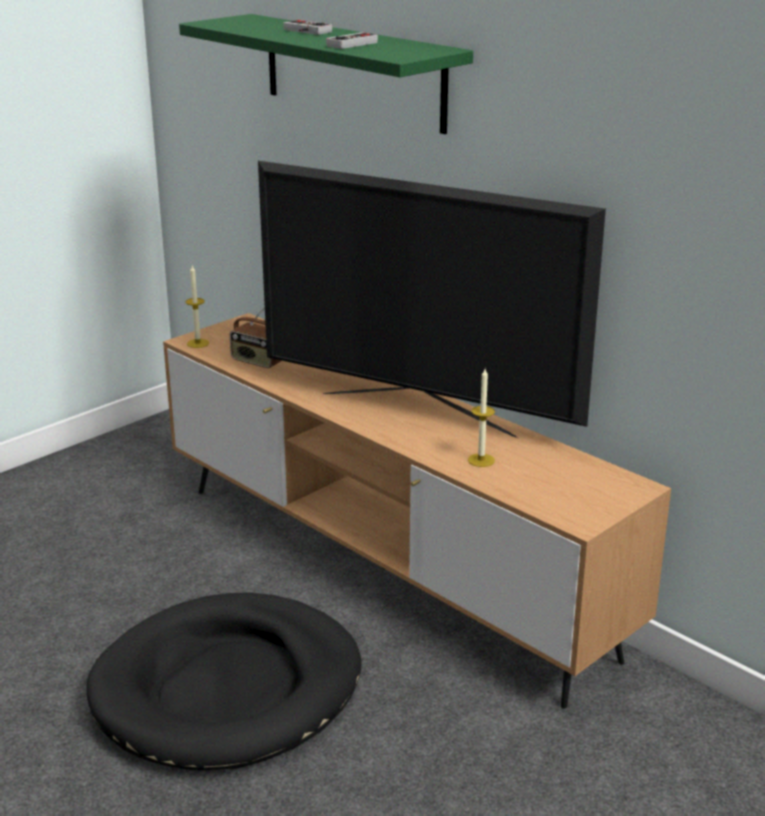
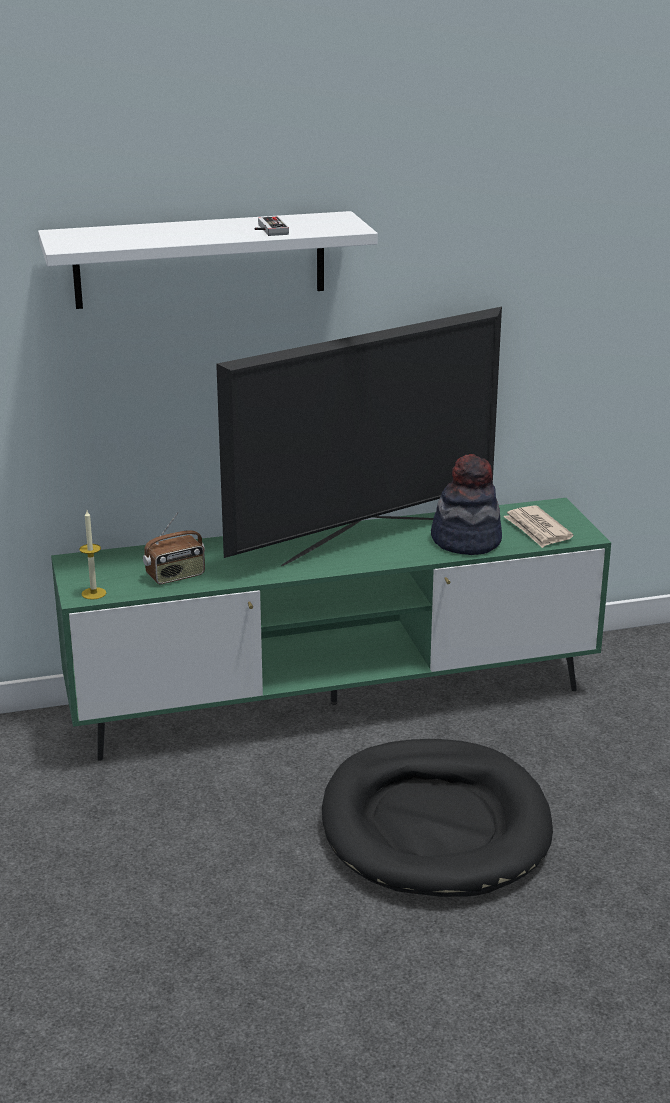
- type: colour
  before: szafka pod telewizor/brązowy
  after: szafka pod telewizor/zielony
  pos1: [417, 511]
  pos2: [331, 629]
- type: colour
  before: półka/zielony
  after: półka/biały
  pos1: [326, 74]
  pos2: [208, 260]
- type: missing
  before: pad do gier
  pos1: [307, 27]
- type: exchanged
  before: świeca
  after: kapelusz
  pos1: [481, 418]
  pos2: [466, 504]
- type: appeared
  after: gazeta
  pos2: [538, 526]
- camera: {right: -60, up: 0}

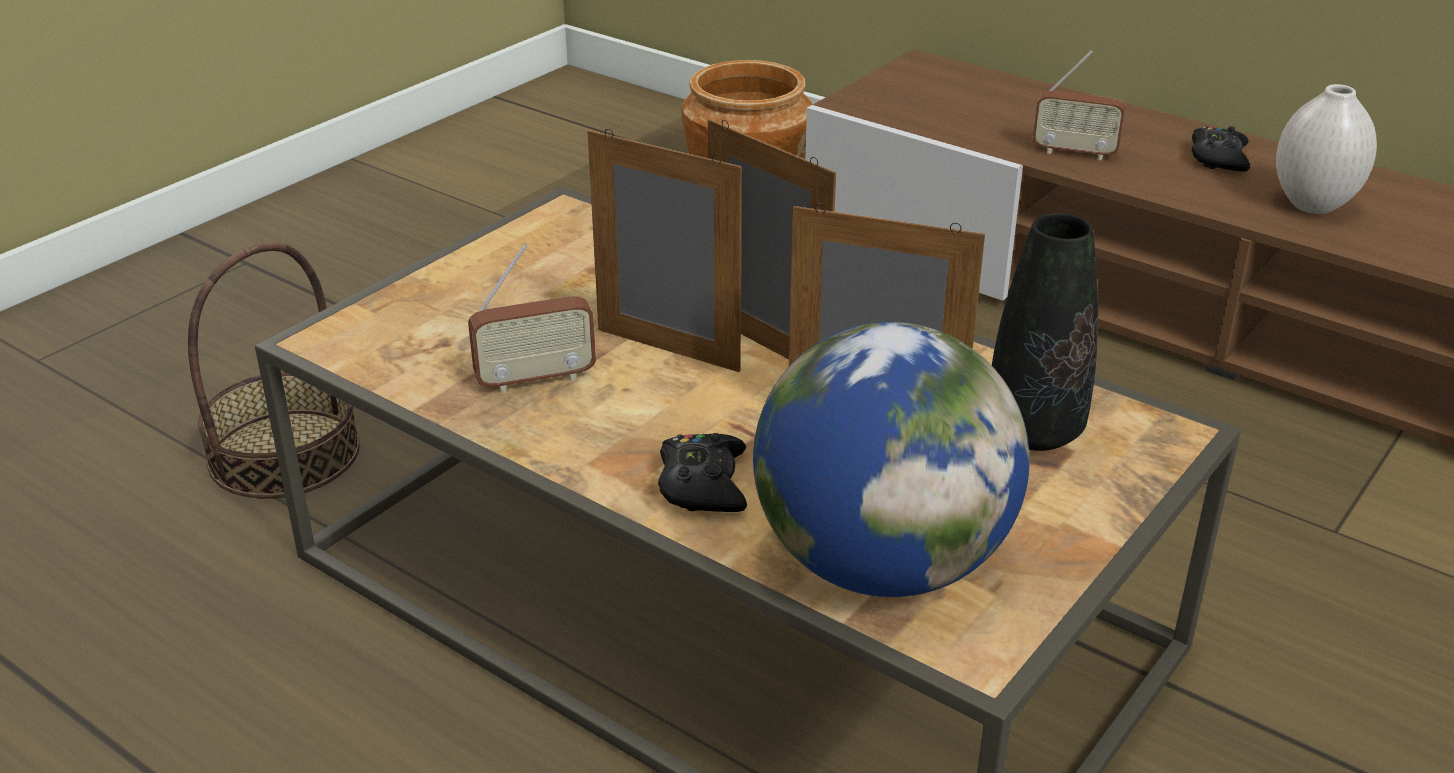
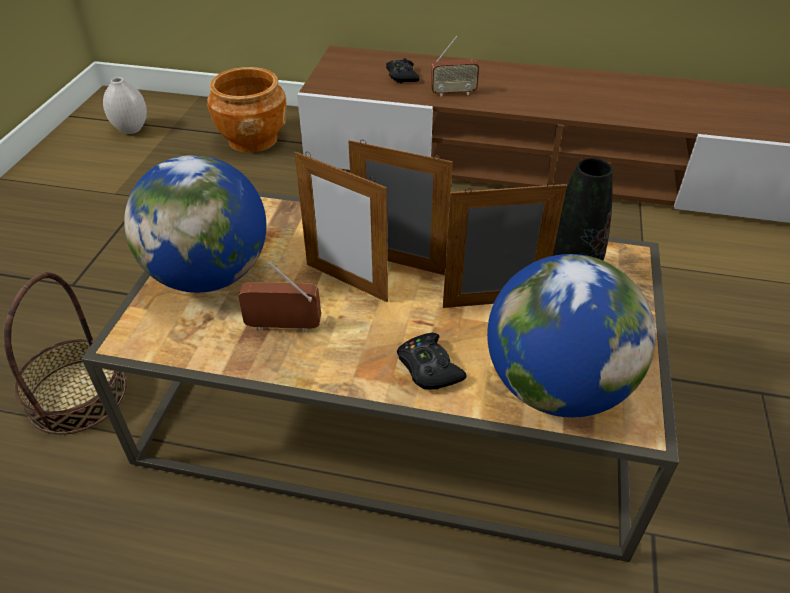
- type: spun
  before: radio
  pos1: [532, 318]
  pos2: [279, 297]
  turn: -135
- type: spun
  before: ramka na zdjęcie
  pos1: [664, 250]
  pos2: [341, 227]
  turn: -150
- type: relocated
  before: pad do gier/czarny
  pos1: [1221, 149]
  pos2: [403, 70]
- type: relocated
  before: wazon/biały
  pos1: [1326, 149]
  pos2: [125, 105]
- type: appeared
  after: globus
  pos2: [195, 224]
- camera: {right: -25, up: 10}

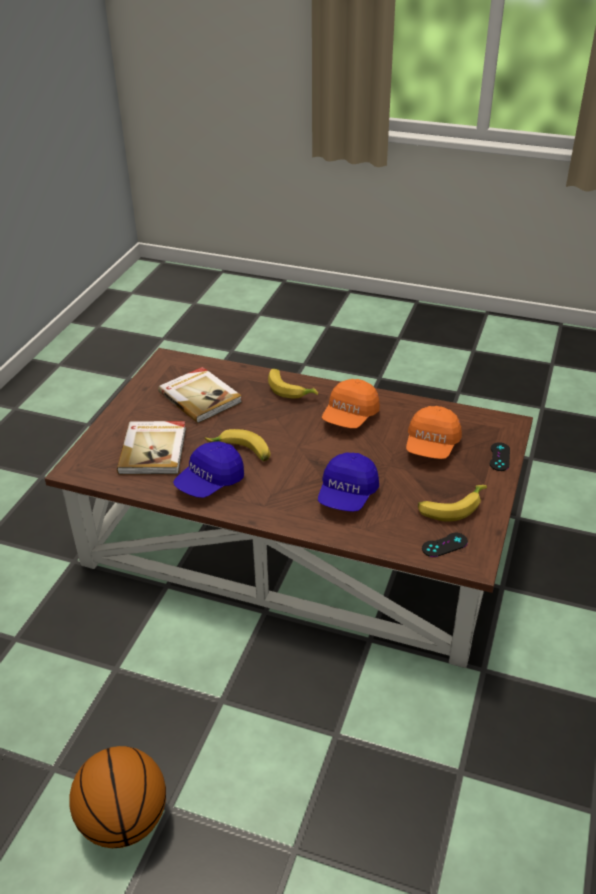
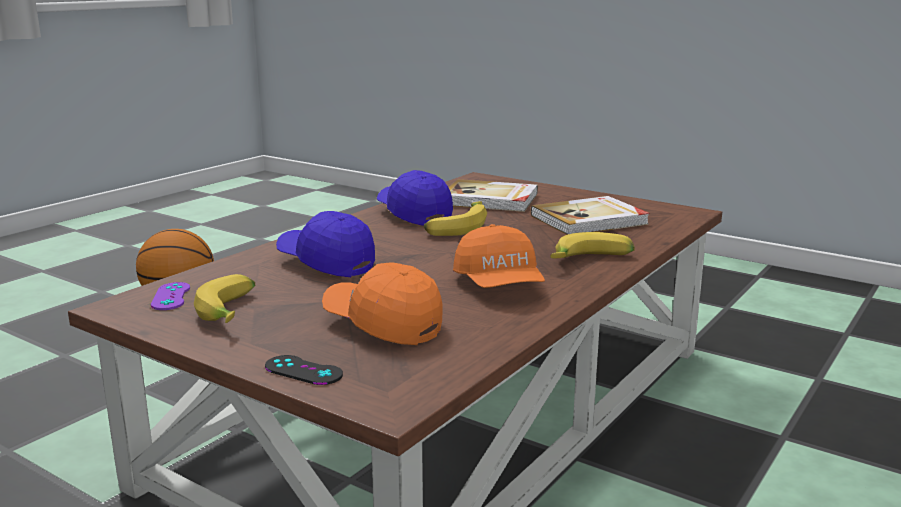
- type: spun
  before: czapka z daszkiem/pomarańczowy
  pos1: [351, 403]
  pos2: [499, 256]
  turn: -150
- type: colour
  before: pad do gier/czarny
  after: pad do gier/fioletowy
  pos1: [445, 545]
  pos2: [170, 296]
- camera: {right: 105, up: -20}

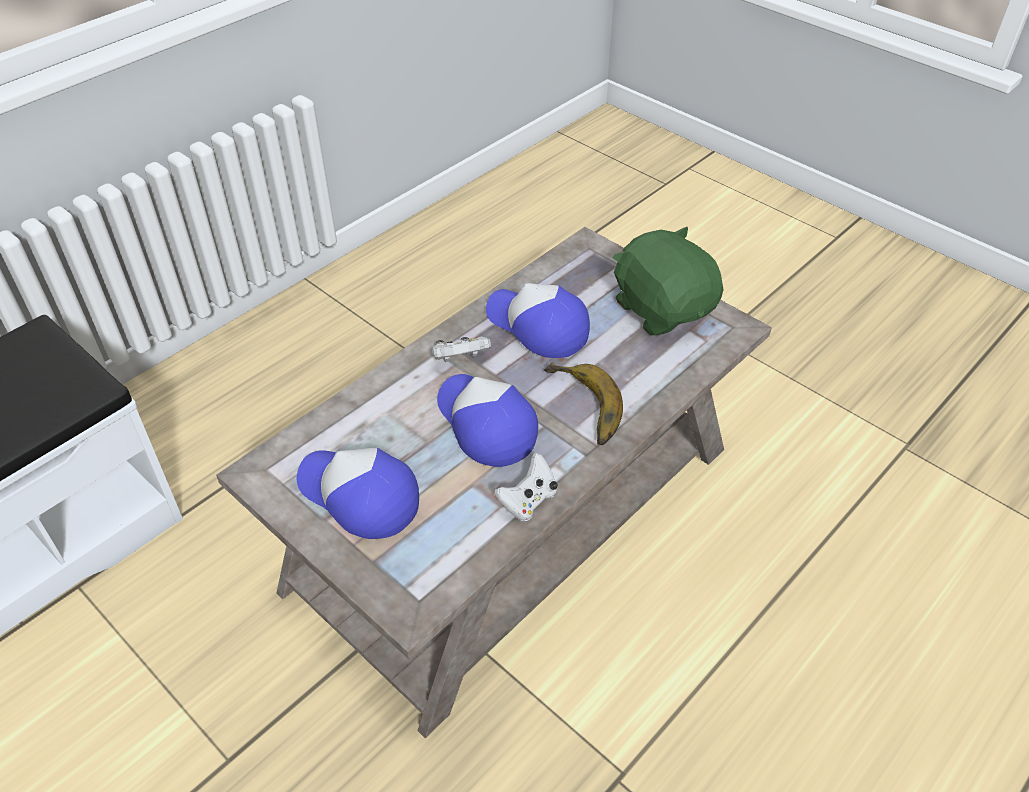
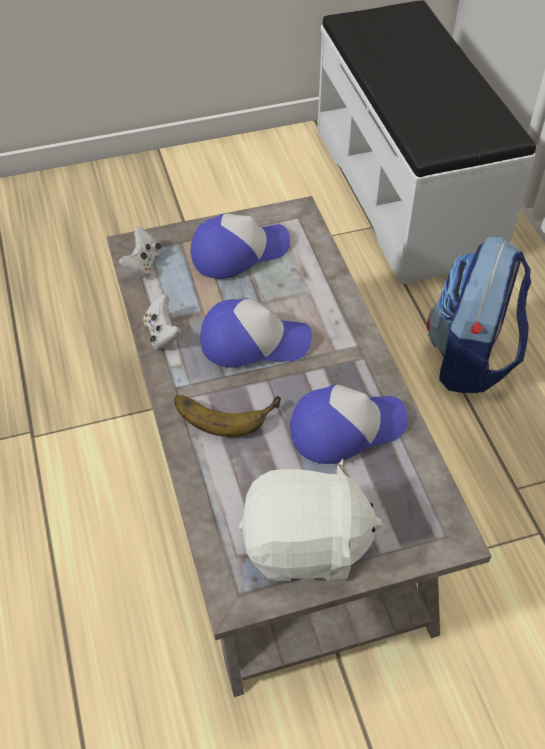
- type: relocated
  before: pad do gier/biały
  pos1: [461, 349]
  pos2: [140, 252]
- type: colour
  before: pluszak/zielony
  after: pluszak/biały
  pos1: [668, 281]
  pos2: [311, 520]
- type: appeared
  after: plecak
  pos2: [479, 315]
- camera: {right: 120, up: 5}

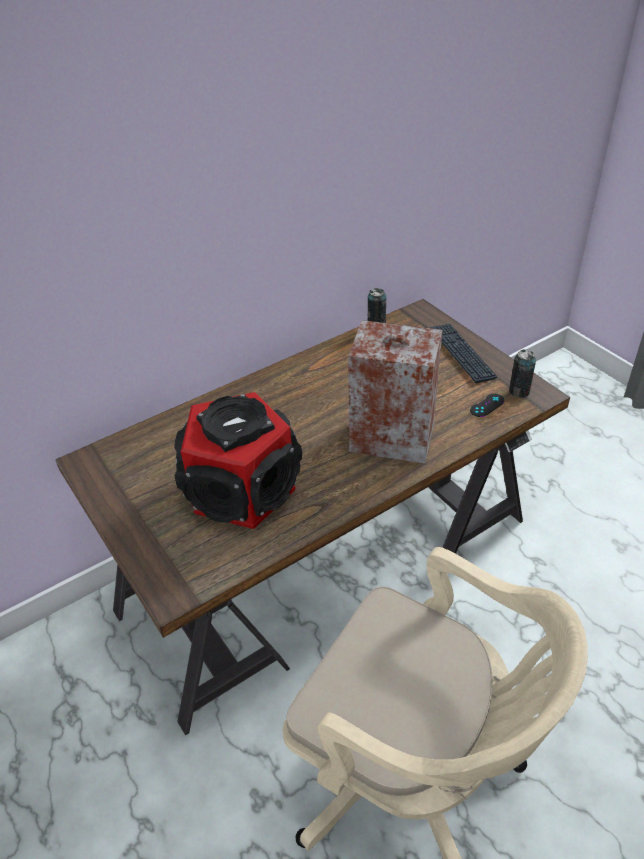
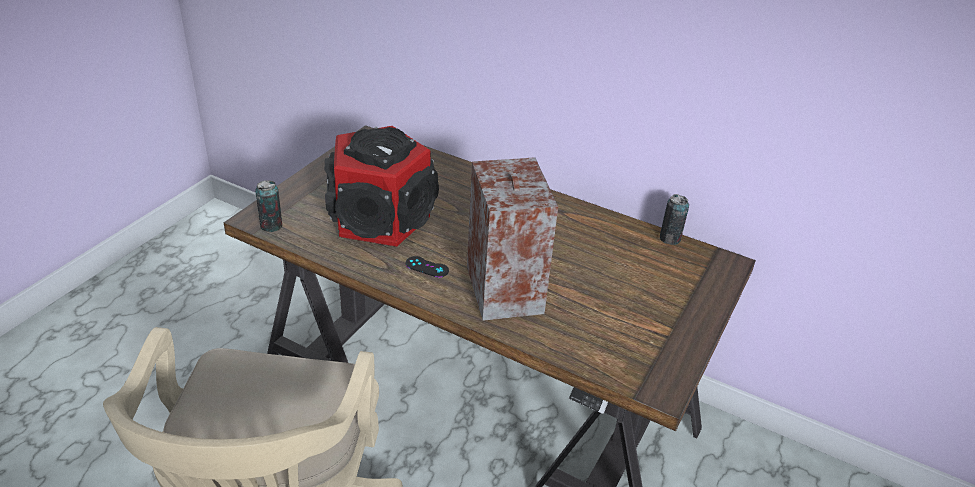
- type: missing
  before: klawiatura
  pos1: [463, 353]
- type: relocated
  before: pad do gier/czarny
  pos1: [487, 405]
  pos2: [427, 266]
- type: relocated
  before: puszka
  pos1: [522, 373]
  pos2: [268, 206]
- camera: {right: 60, up: -5}

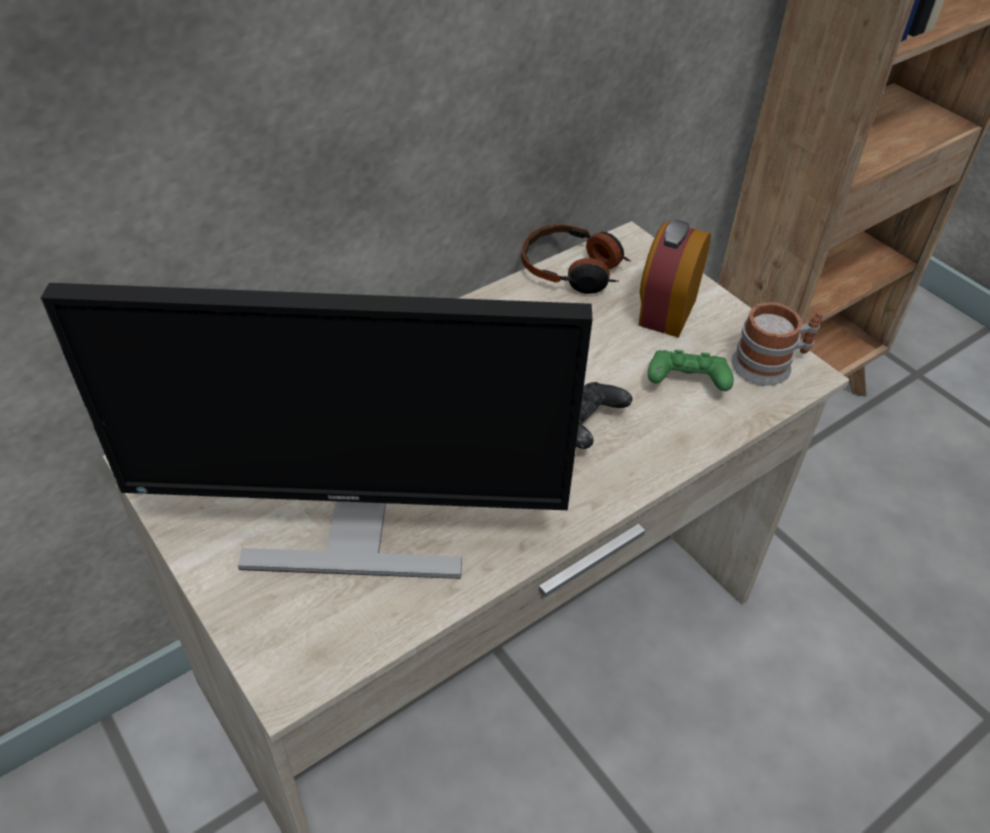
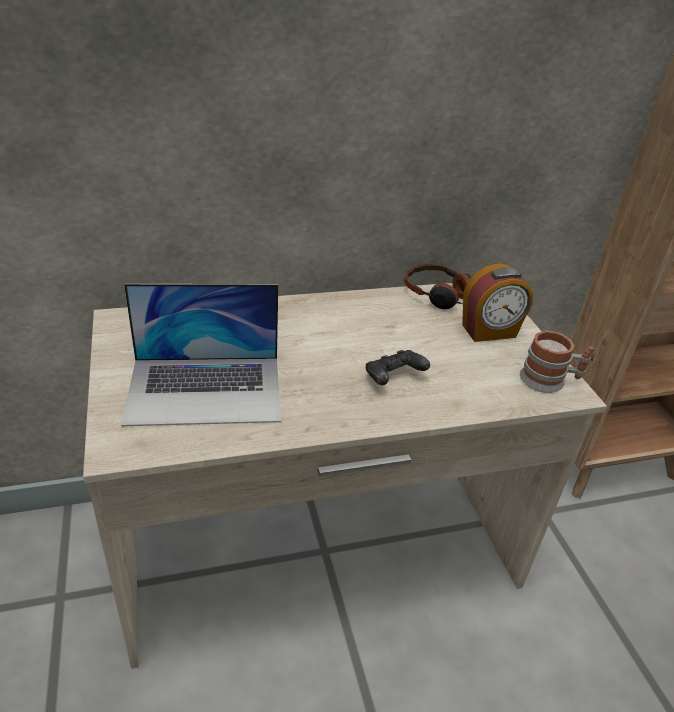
- type: exchanged
  before: monitor
  after: laptop
  pos1: [317, 431]
  pos2: [201, 355]
- type: spun
  before: budzik
  pos1: [674, 279]
  pos2: [497, 302]
  turn: -150
- type: missing
  before: pad do gier/zielony
  pos1: [691, 370]
- camera: {right: 20, up: -10}

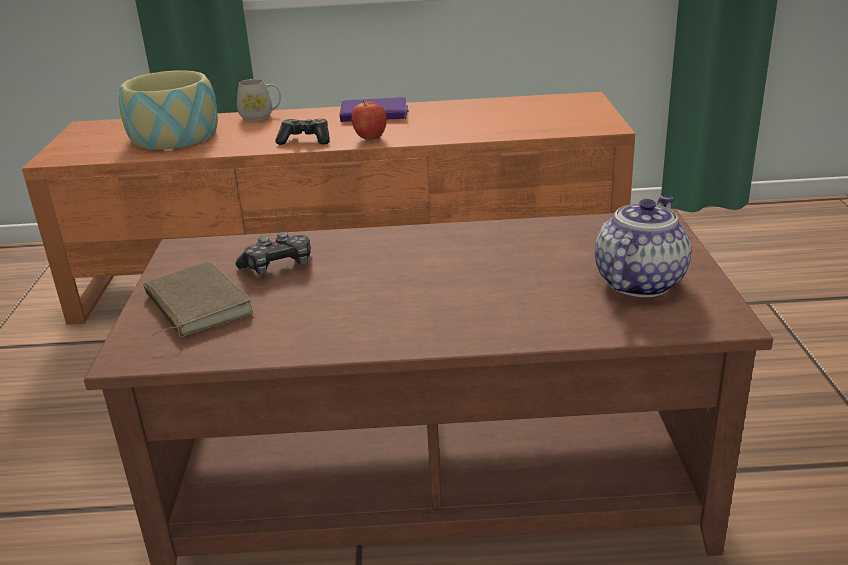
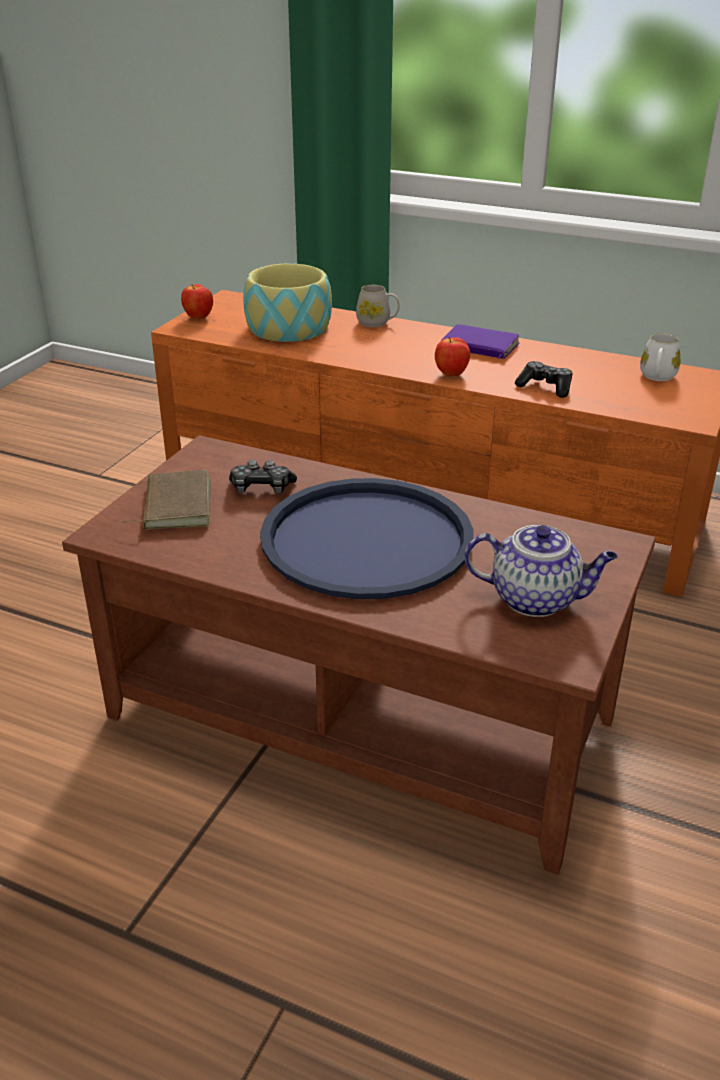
- type: relocated
  before: pad do gier
  pos1: [302, 132]
  pos2: [543, 379]
- type: spun
  before: imbryk
  pos1: [643, 246]
  pos2: [541, 571]
  turn: 45
- type: appeared
  after: jabłko
  pos2: [197, 301]
- type: appeared
  after: taca/niebieski
  pos2: [367, 538]
- type: appeared
  after: kubek/biały
  pos2: [660, 357]
- camera: {right: 25, up: 5}

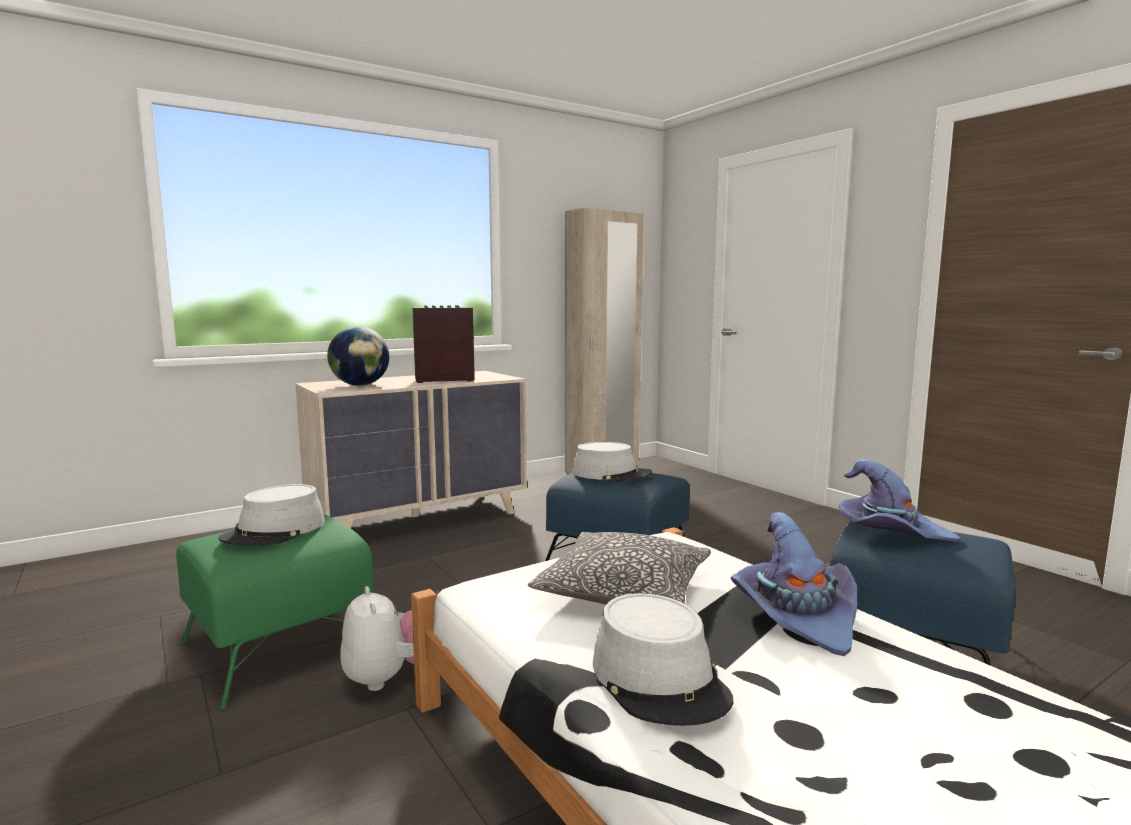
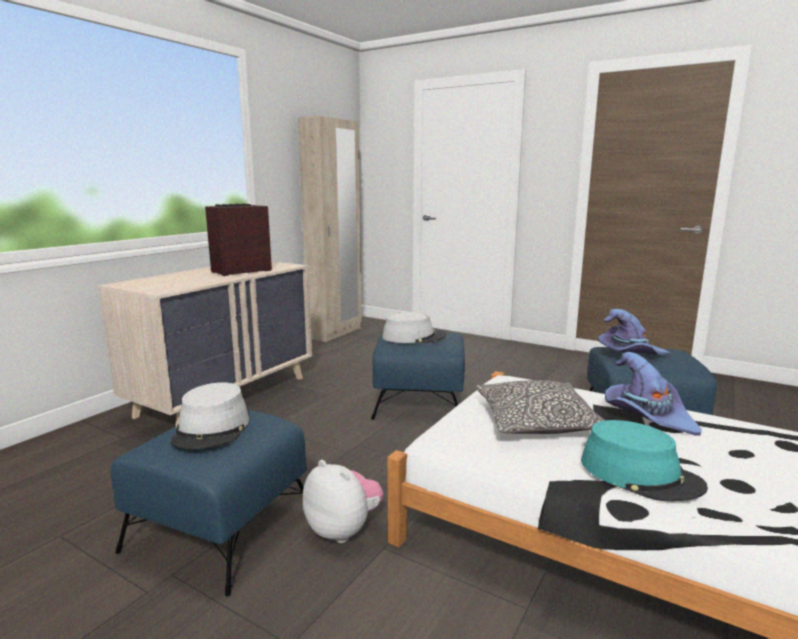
- type: colour
  before: pufa/zielony
  after: pufa/niebieski
  pos1: [275, 611]
  pos2: [209, 503]
- type: missing
  before: globus
  pos1: [358, 356]
- type: colour
  before: kapelusz/szary
  after: kapelusz/turkusowy
  pos1: [663, 659]
  pos2: [644, 461]
- camera: {right: -25, up: 5}

